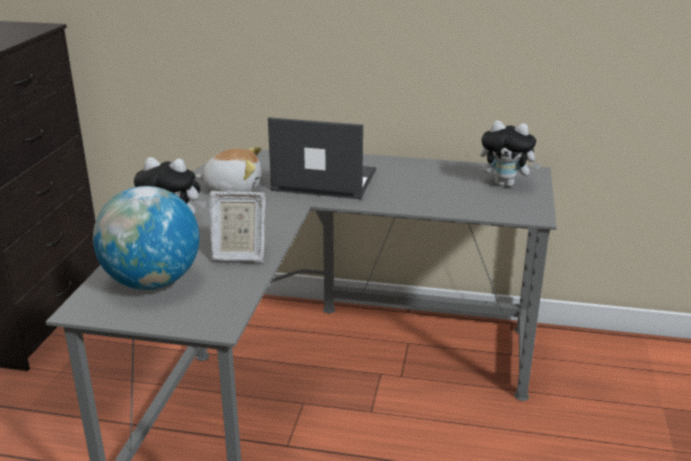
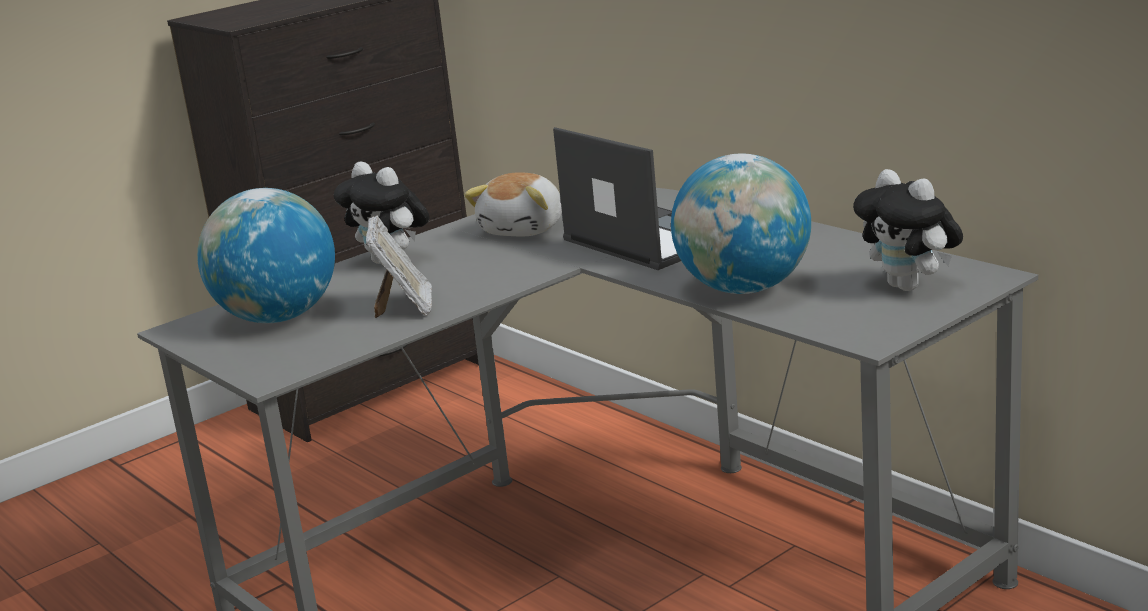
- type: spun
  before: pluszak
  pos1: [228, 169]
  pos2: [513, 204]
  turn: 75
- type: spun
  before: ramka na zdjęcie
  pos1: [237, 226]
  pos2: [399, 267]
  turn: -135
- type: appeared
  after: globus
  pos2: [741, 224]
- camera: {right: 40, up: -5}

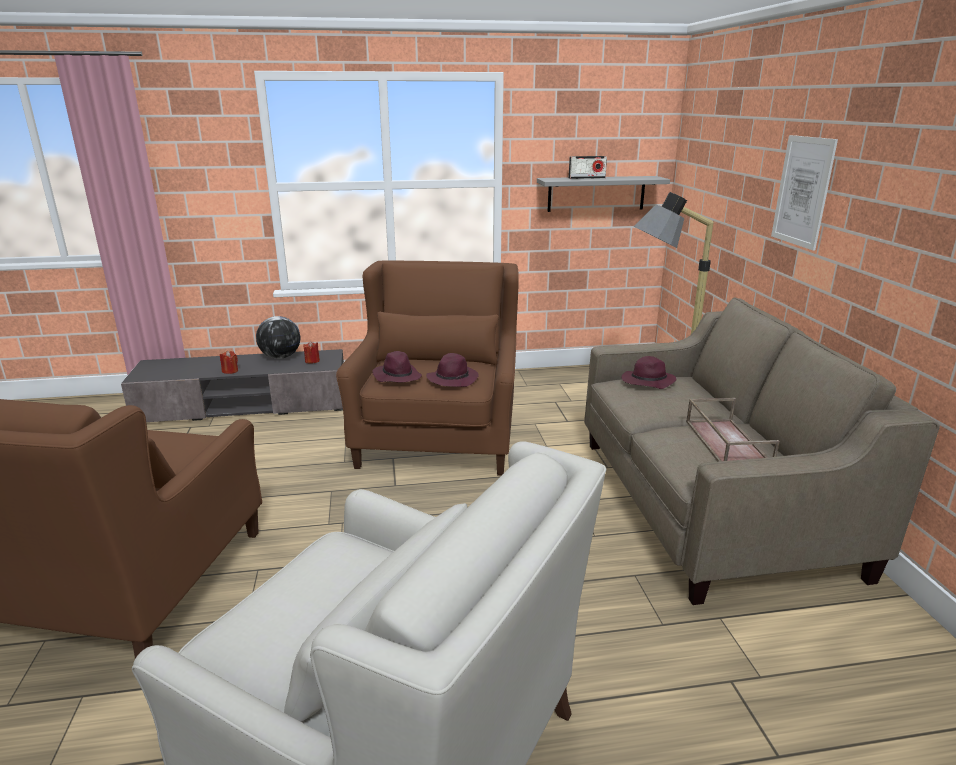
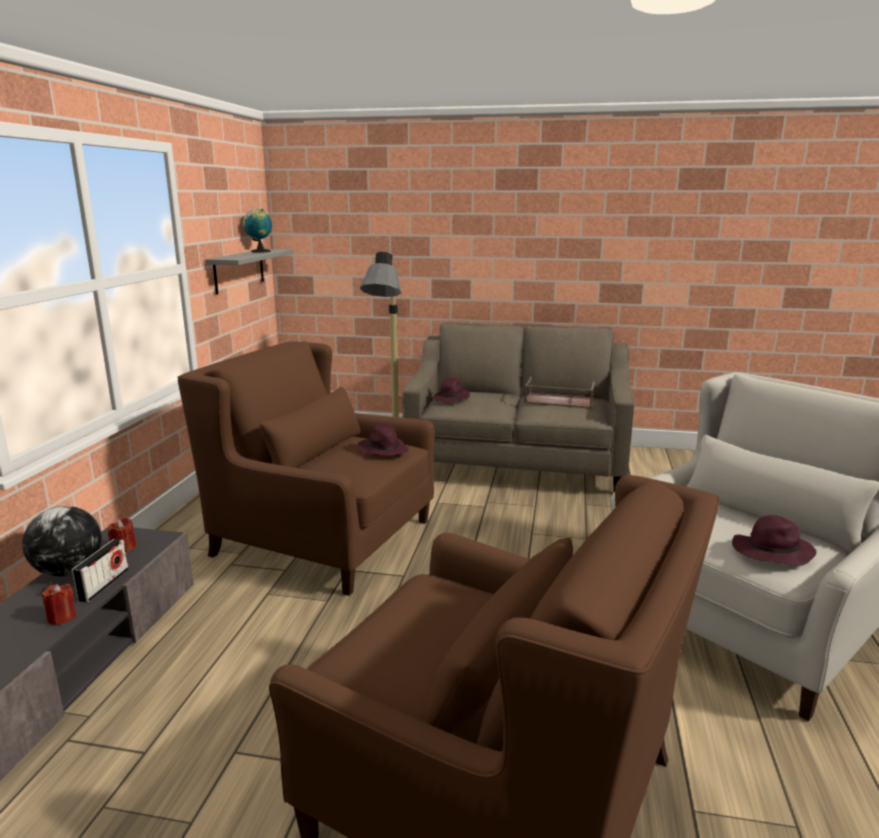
- type: relocated
  before: kapelusz/fioletowy
  pos1: [397, 366]
  pos2: [774, 540]
- type: relocated
  before: radio
  pos1: [588, 167]
  pos2: [100, 570]
- type: missing
  before: obraz
  pos1: [804, 193]
- type: appeared
  after: globus
  pos2: [257, 231]
- camera: {right: -70, up: -5}

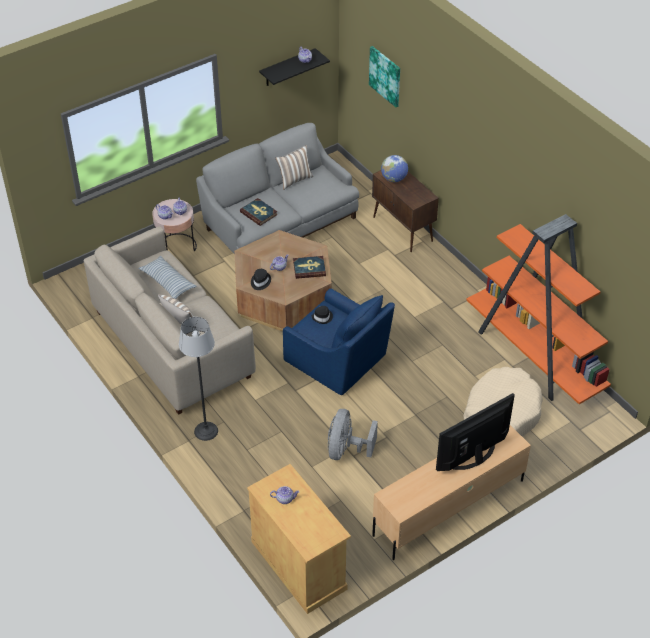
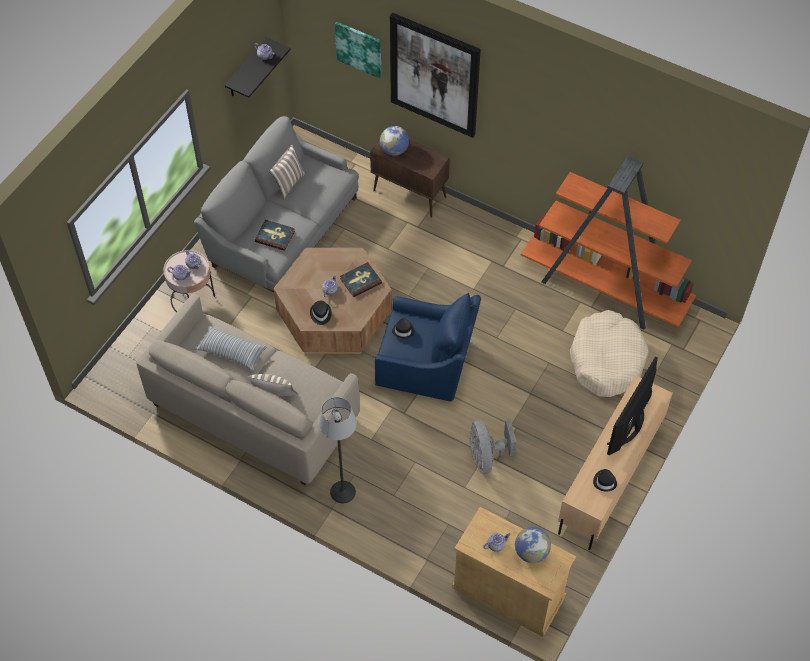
- type: appeared
  after: obraz
  pos2: [435, 75]
- type: appeared
  after: globus
  pos2: [533, 545]
- type: appeared
  after: kapelusz/czarny
  pos2: [605, 480]
- camera: {right: -25, up: 10}

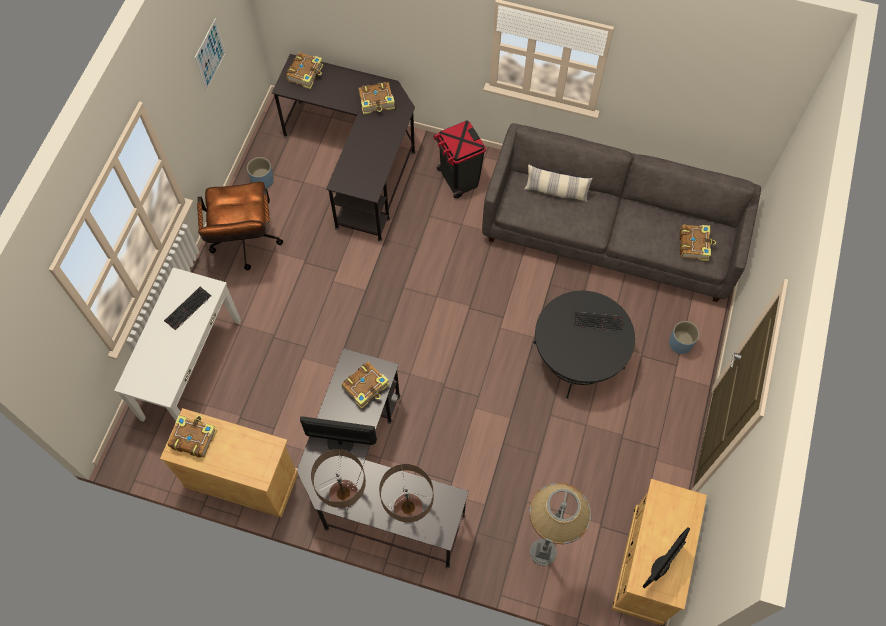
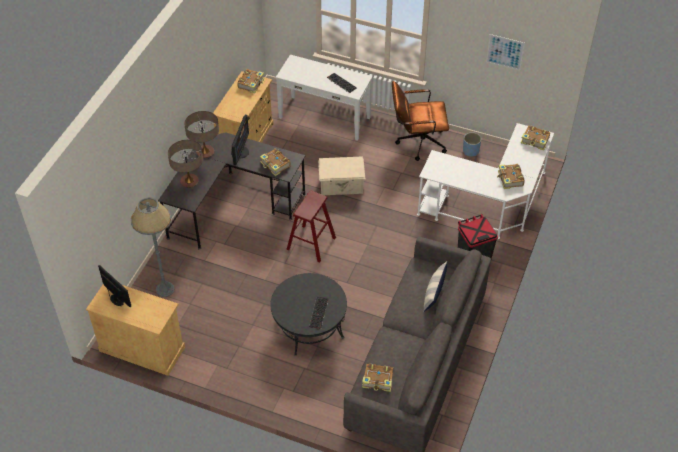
- type: colour
  before: biurko/czarny
  after: biurko/biały
  pos1: [344, 147]
  pos2: [485, 181]
- type: missing
  before: donica/niebieski
  pos1: [684, 337]
- type: appeared
  after: stołek/czerwony
  pos2: [311, 227]
- type: appeared
  after: pojemnik do przechowywania/beżowy
  pos2: [341, 175]
- camera: {right: 95, up: -15}

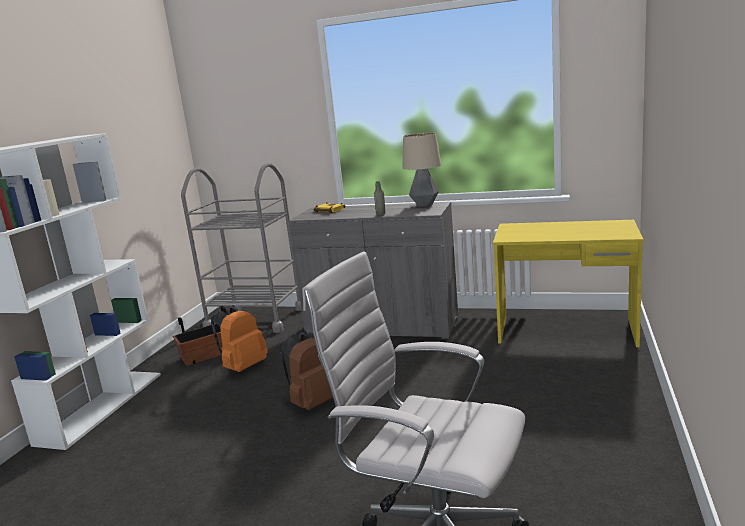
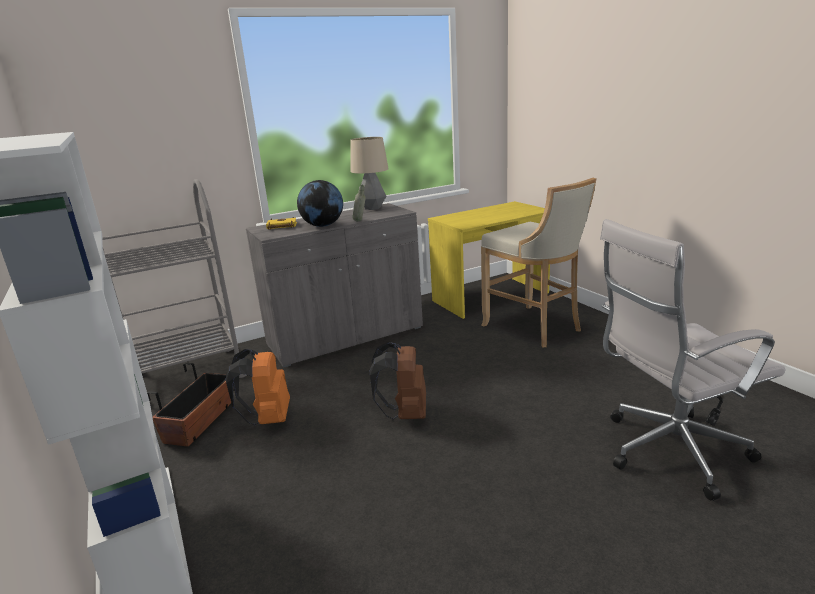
- type: appeared
  after: globus
  pos2: [320, 203]
- type: appeared
  after: stołek/beżowy
  pos2: [538, 262]
- camera: {right: -45, up: 5}

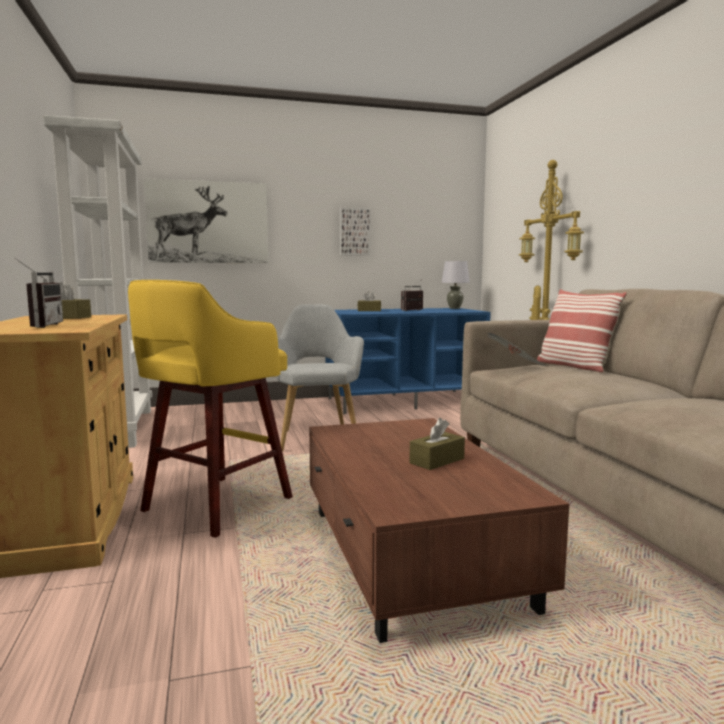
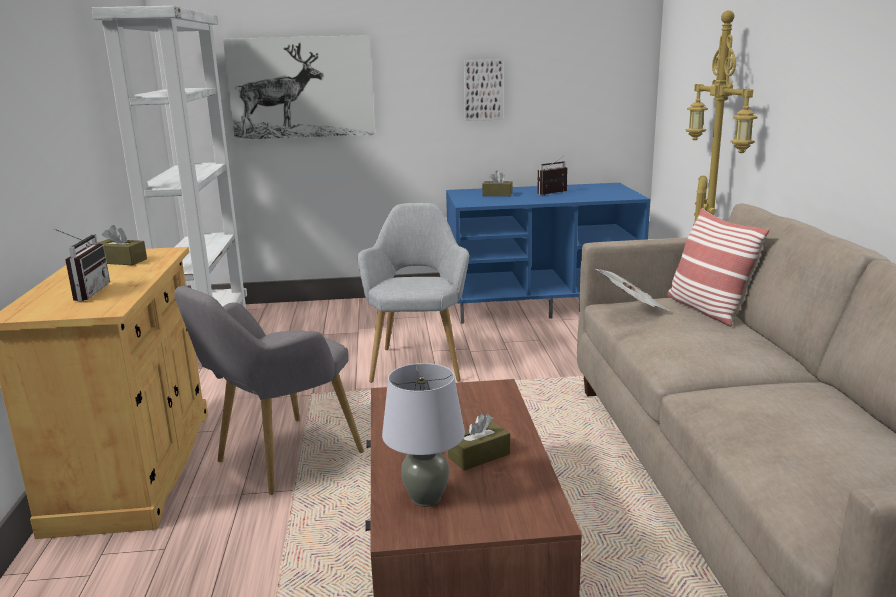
- type: exchanged
  before: stołek/żółty
  after: fotel/szary
  pos1: [210, 409]
  pos2: [269, 390]
- type: relocated
  before: lampa stołowa/szary
  pos1: [455, 285]
  pos2: [423, 435]
- camera: {right: 10, up: 10}

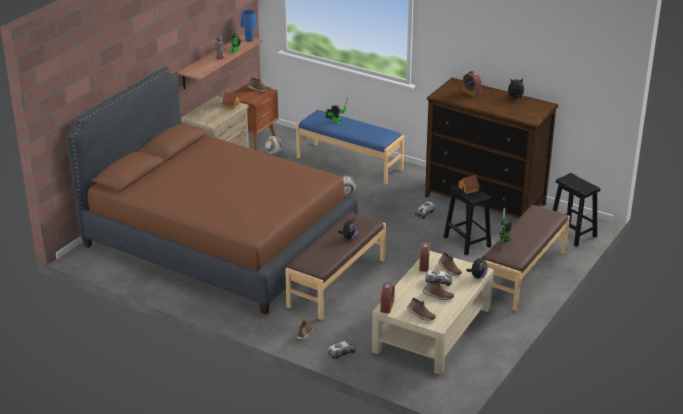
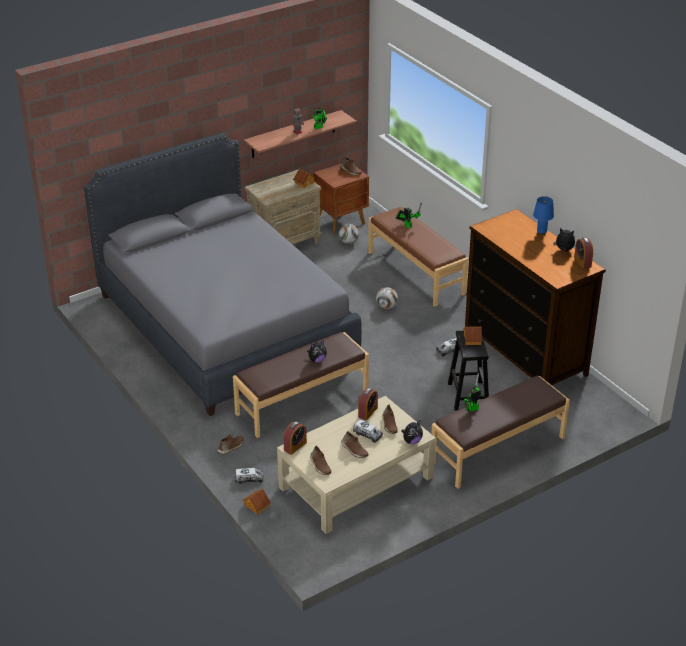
- type: colour
  before: łóżko/brązowy
  after: łóżko/szary
  pos1: [212, 191]
  pos2: [223, 274]
- type: relocated
  before: lampa stołowa/niebieski
  pos1: [248, 25]
  pos2: [543, 215]
- type: colour
  before: ławka/niebieski
  after: ławka/brązowy
  pos1: [350, 147]
  pos2: [418, 257]
- type: relocated
  before: budzik
  pos1: [472, 84]
  pos2: [583, 253]
- type: missing
  before: stołek/czarny
  pos1: [576, 210]
- type: appeared
  after: domek
  pos2: [256, 502]
- camera: {right: 25, up: 5}

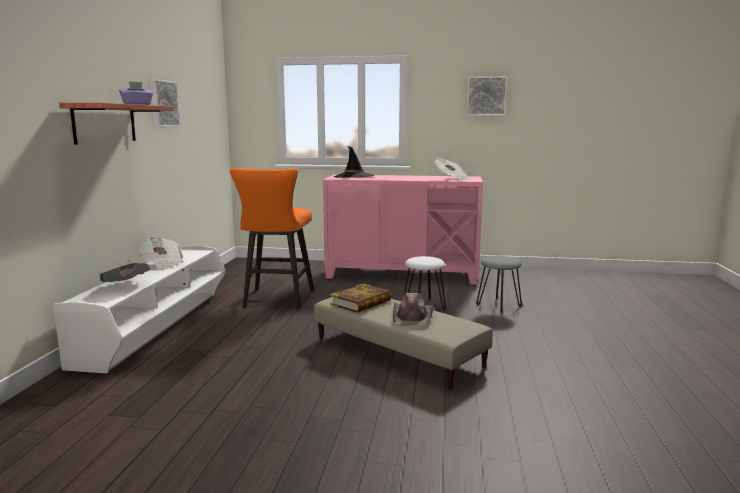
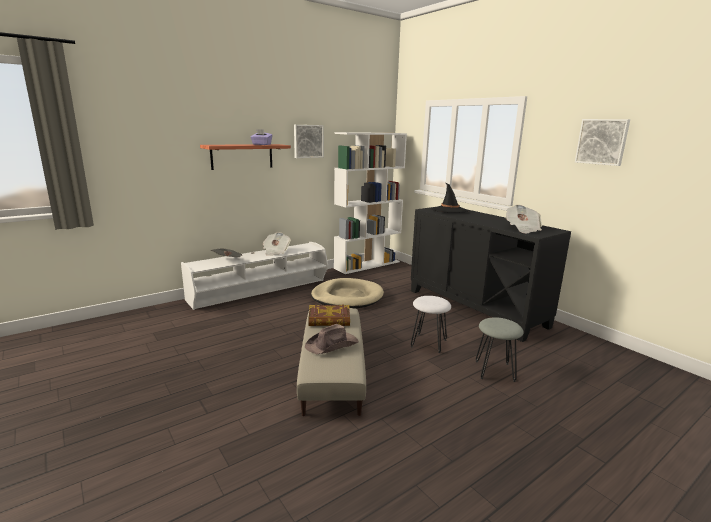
- type: exchanged
  before: stołek/pomarańczowy
  after: legowisko/beżowy
  pos1: [272, 238]
  pos2: [347, 293]
- type: colour
  before: szafka/różowy
  after: szafka/czarny
  pos1: [403, 230]
  pos2: [491, 274]
- type: appeared
  after: regał/biały
  pos2: [370, 203]
- camera: {right: 45, up: 5}

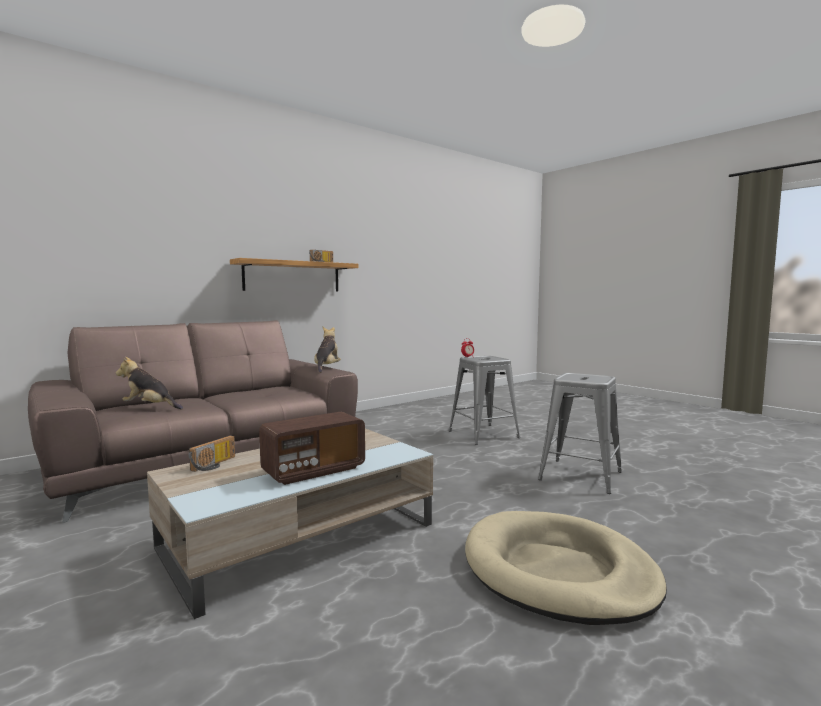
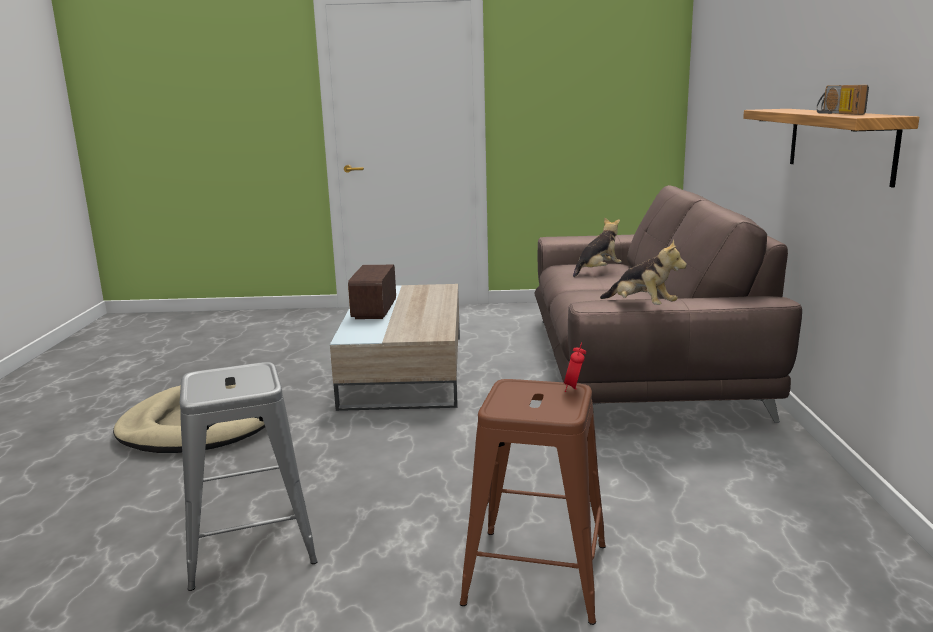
- type: missing
  before: radio
  pos1: [212, 454]
- type: colour
  before: stołek/szary
  after: stołek/brązowy
  pos1: [484, 400]
  pos2: [533, 502]
- camera: {right: 130, up: 10}

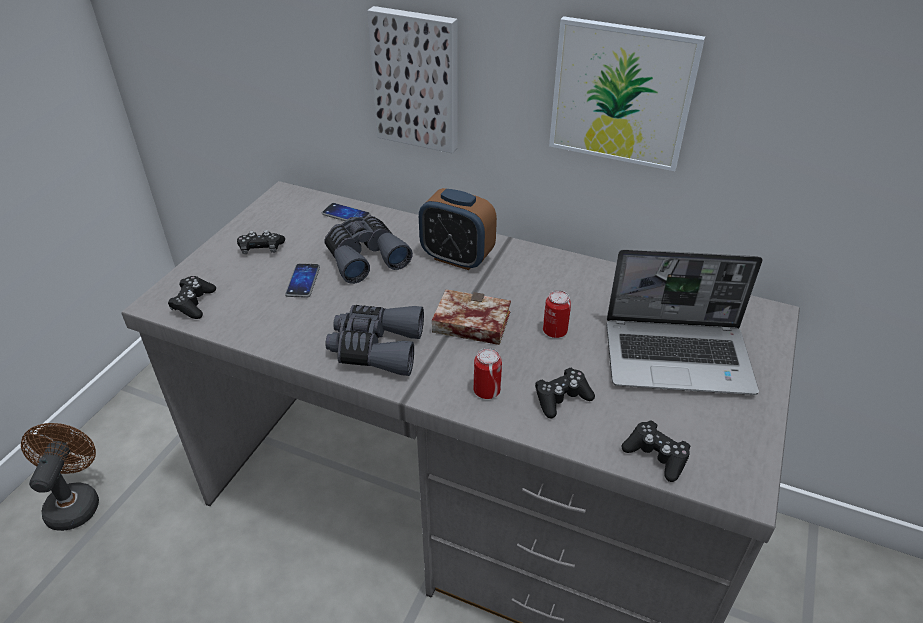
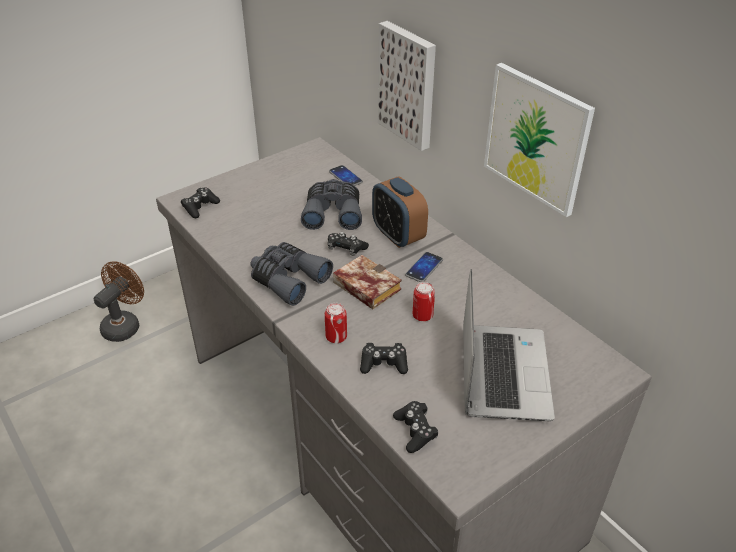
- type: relocated
  before: pad do gier/czarny
  pos1: [261, 242]
  pos2: [348, 244]
- type: relocated
  before: telefon
  pos1: [302, 280]
  pos2: [424, 267]
- type: spun
  before: laptop
  pos1: [684, 322]
  pos2: [509, 345]
  turn: -120
- camera: {right: 30, up: 0}

